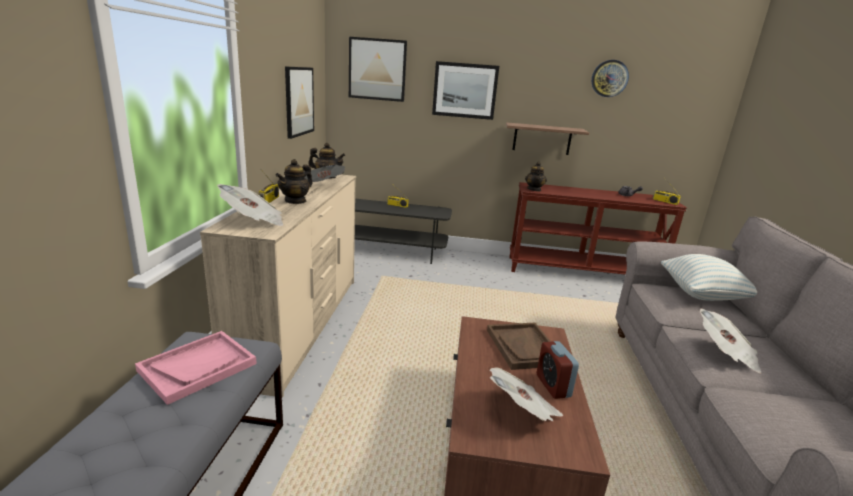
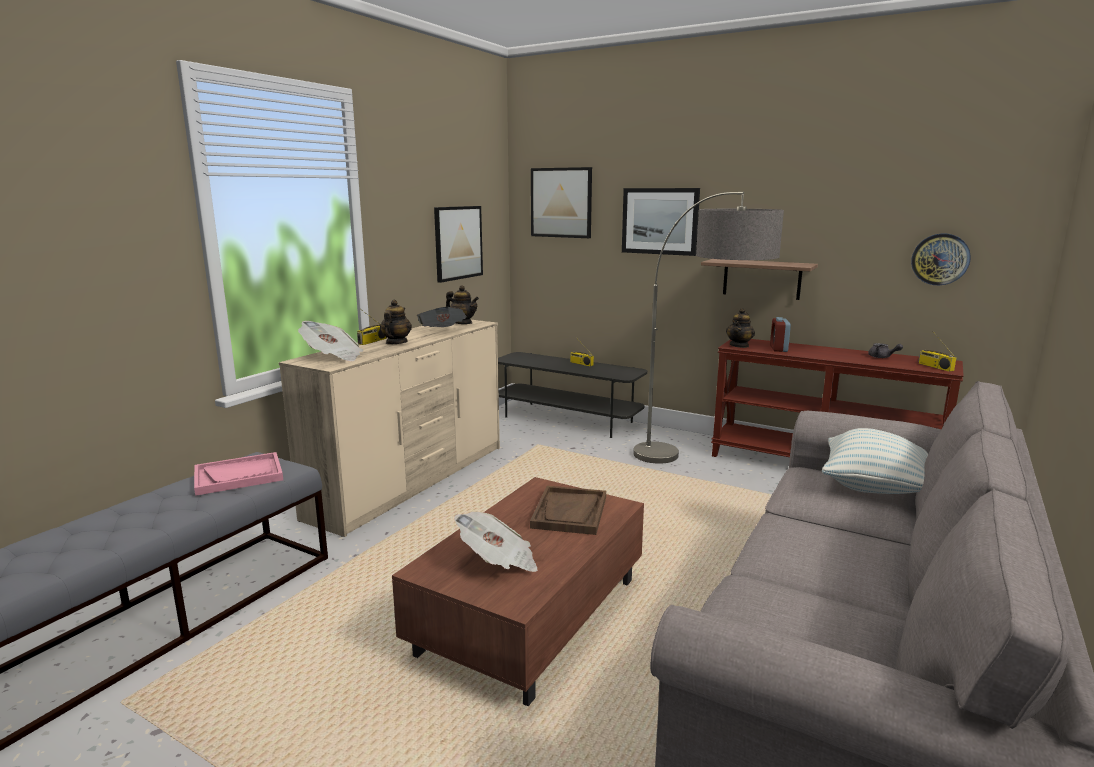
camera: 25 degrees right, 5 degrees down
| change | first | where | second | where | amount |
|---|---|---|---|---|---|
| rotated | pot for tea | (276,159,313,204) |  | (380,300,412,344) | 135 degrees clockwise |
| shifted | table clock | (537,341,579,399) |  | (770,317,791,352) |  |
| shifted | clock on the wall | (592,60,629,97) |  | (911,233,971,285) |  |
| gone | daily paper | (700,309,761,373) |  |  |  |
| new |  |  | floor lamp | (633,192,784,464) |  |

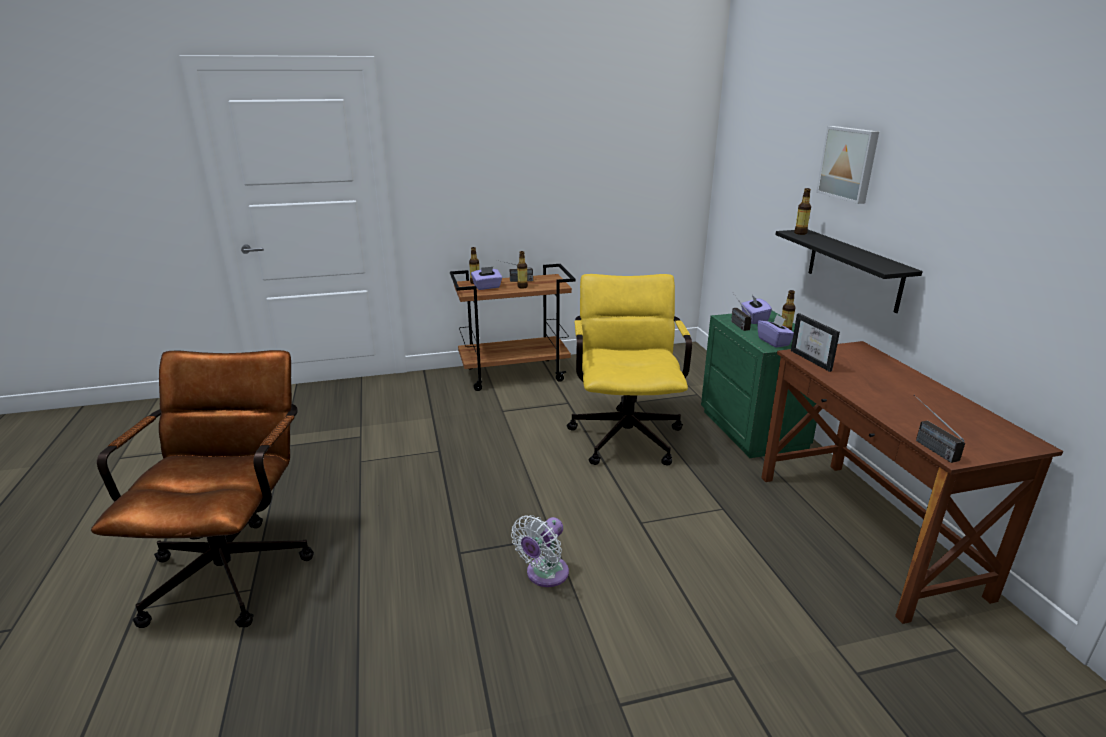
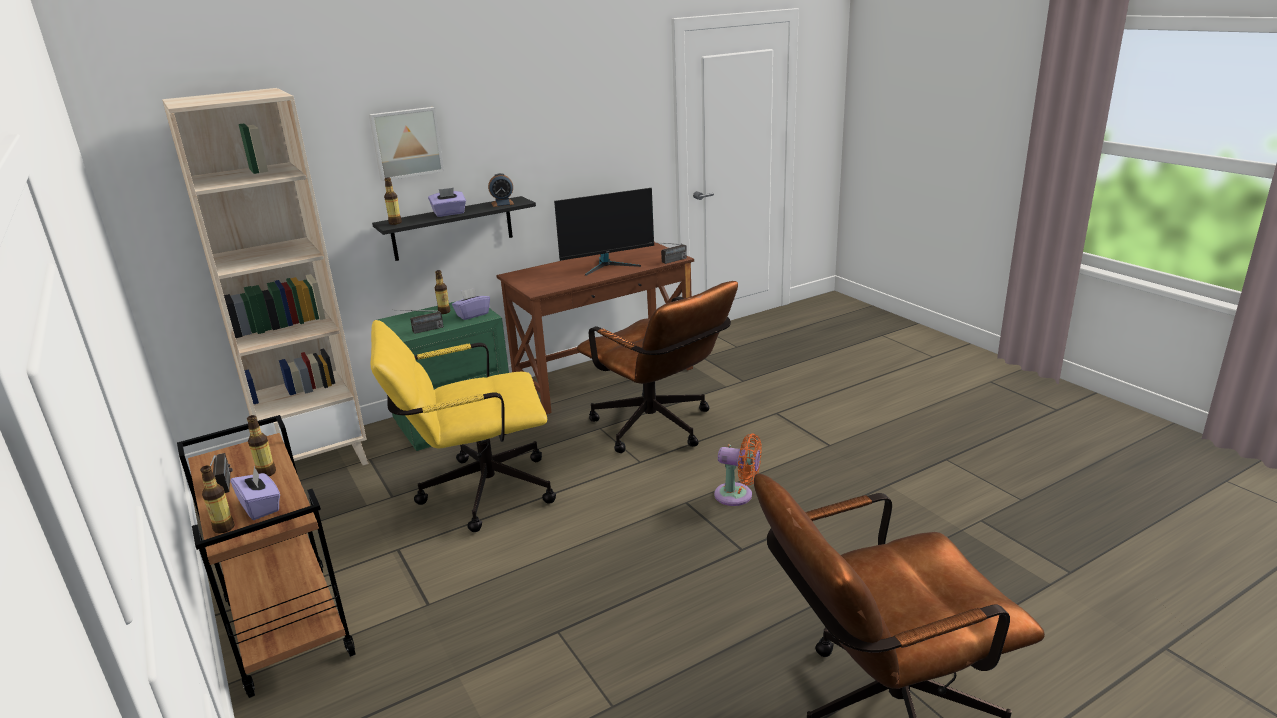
camera: 105 degrees left, 0 degrees up
| change | first | where | second | where | amount |
|---|---|---|---|---|---|
| repainted | whitish cooling fan | (511,515,569,587) | orange-coloured cooling fan | (714,433,762,506) |  |
| shifted | purple-coloured tissue holder | (741,295,772,324) |  | (428,188,466,217) |  |
| gone | standing frame | (791,313,840,372) |  |  |  |
| new |  |  | sand-coloured bookcase | (162,88,369,465) |  |
| new |  |  | table clock | (488,173,514,207) |  |
| new |  |  | computer screen | (554,188,654,276) |  |
| new |  |  | brown computer chair | (577,281,738,453) |  |

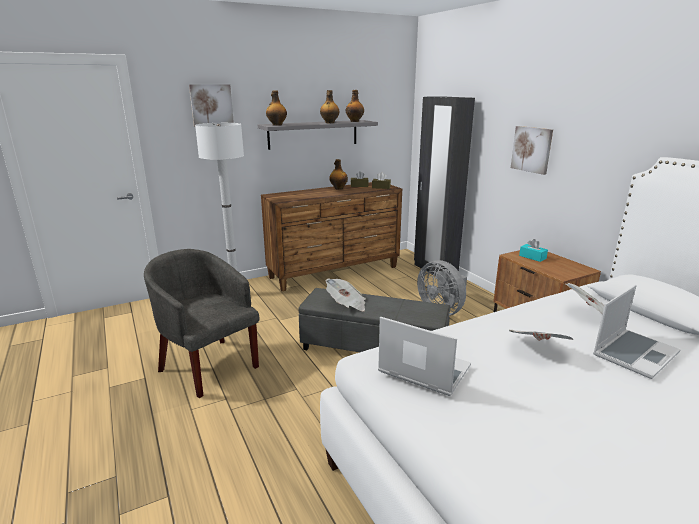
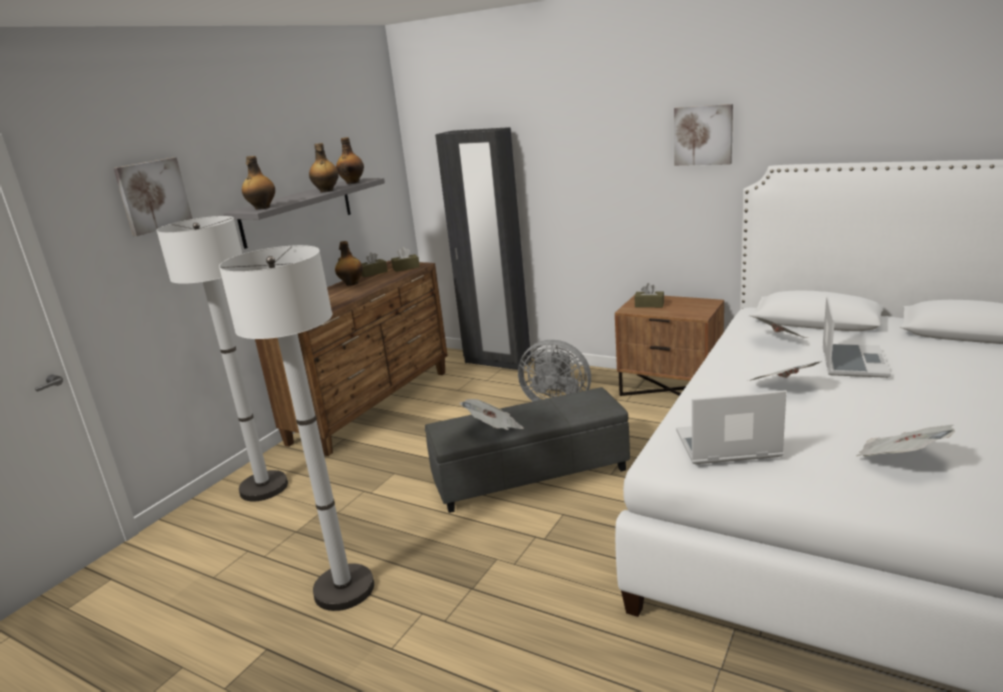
camera: 30 degrees left, 0 degrees up
| change | first | where | second | where | amount |
|---|---|---|---|---|---|
| swapped | greyish easy chair | (144,249,260,398) | whitish floor lamp | (219,245,374,611) |  |
| shifted | picture | (511,126,553,175) |  | (674,104,733,166) |  |
| repainted | blue-green tissue holder | (519,239,548,262) | brown tissue holder | (634,283,664,308) |  |
| new |  |  | daily paper | (856,425,955,456) |  |

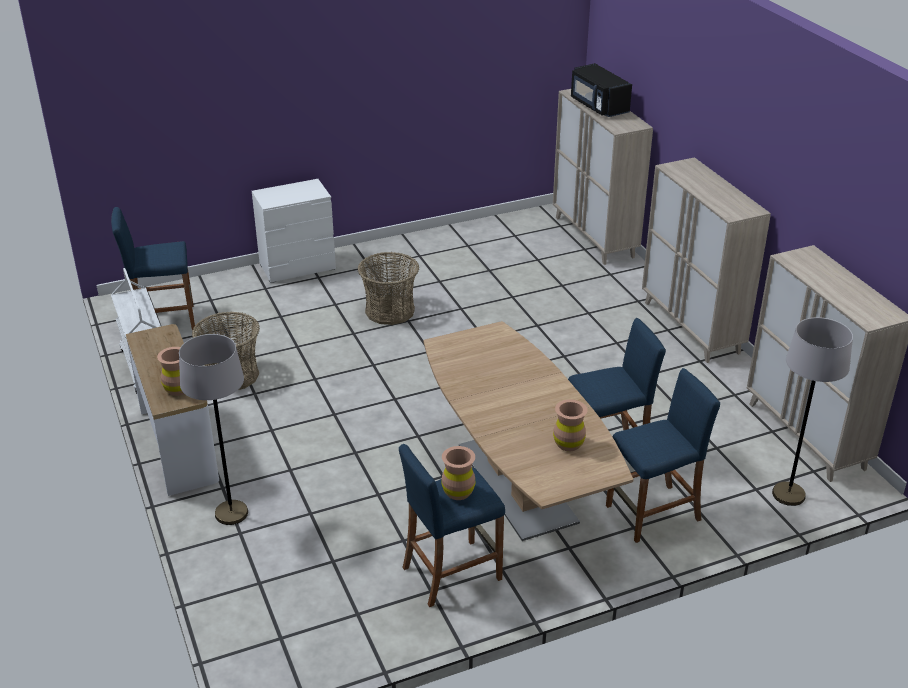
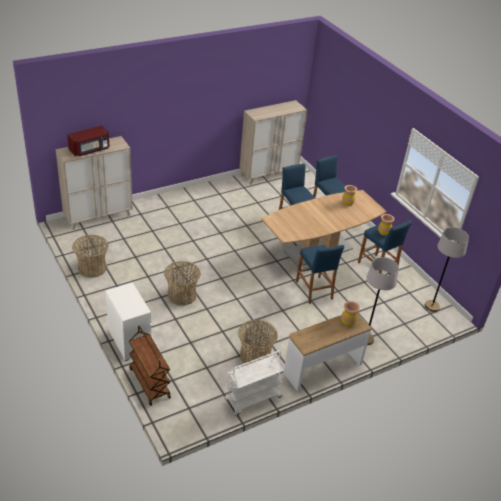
camera: 100 degrees left, 5 degrees up
| change | first | where | second | where | amount |
|---|---|---|---|---|---|
| shifted | blue sitting stool | (111,207,195,331) |  | (296,245,344,304) |  |
| repainted | black-coloured kitchen microwave | (571,63,632,117) | reddish kitchen microwave | (67,125,110,156) |  |
| gone | sand-coloured cupboard | (642,157,771,363) |  |  |  |
| shifted | greyish floor lamp | (772,317,853,506) |  | (425,227,469,312) |  |
| new |  |  | basket | (72,235,108,278) |  |
| new |  |  | brown cart | (129,326,171,406) |  |

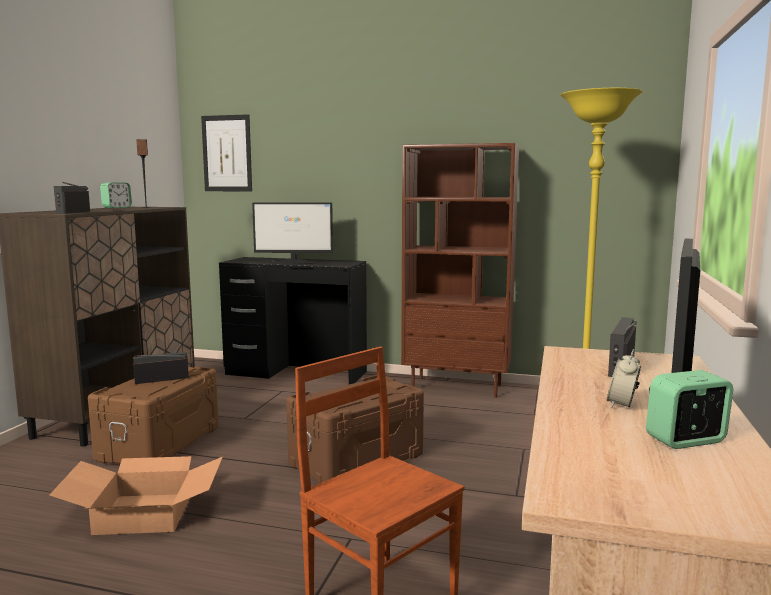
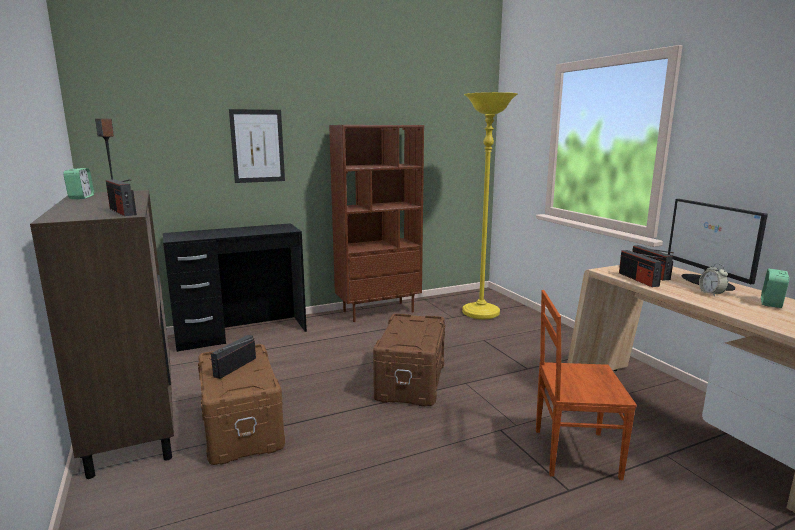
camera: 40 degrees left, 5 degrees up
| change | first | where | second | where | amount |
|---|---|---|---|---|---|
| gone | cardboard box | (50,456,223,535) |  |  |  |
| shifted | picture | (201,114,252,191) |  | (229,109,285,183) |  |
| gone | computer screen | (252,202,333,264) |  |  |  |
| new |  |  | radio receiver | (619,250,663,287) |  |

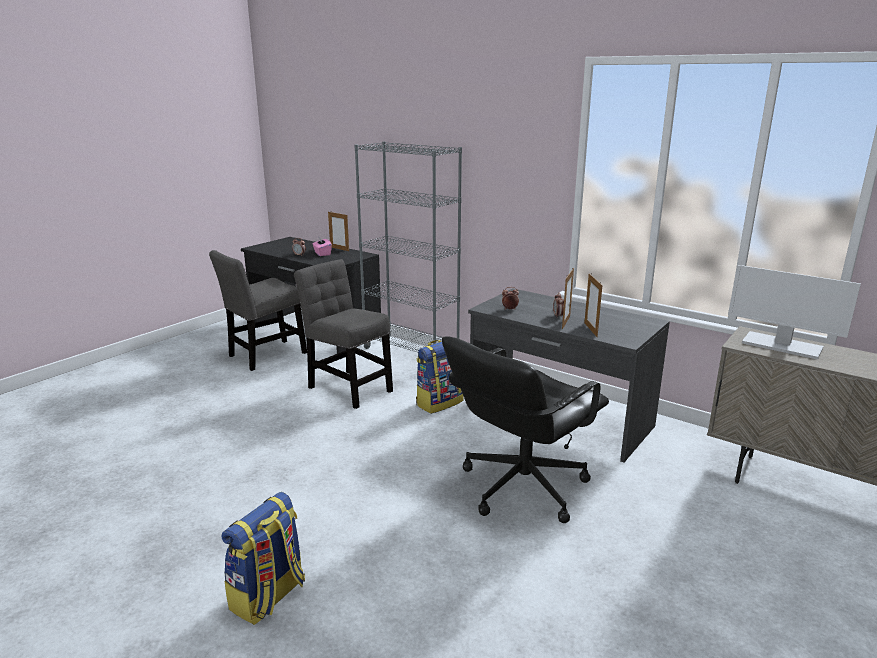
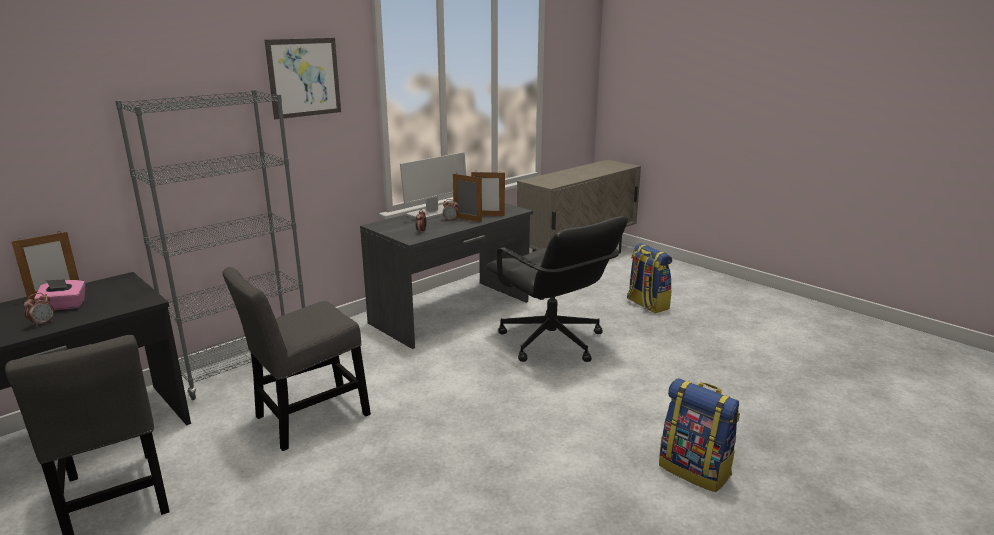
camera: 80 degrees left, 0 degrees up
| change | first | where | second | where | amount |
|---|---|---|---|---|---|
| shifted | backpack | (416,340,464,414) |  | (627,243,672,313) |  |
| shifted | computer screen | (728,265,861,360) |  | (400,152,466,219) |  |
| new |  |  | picture | (265,38,341,119) |  |

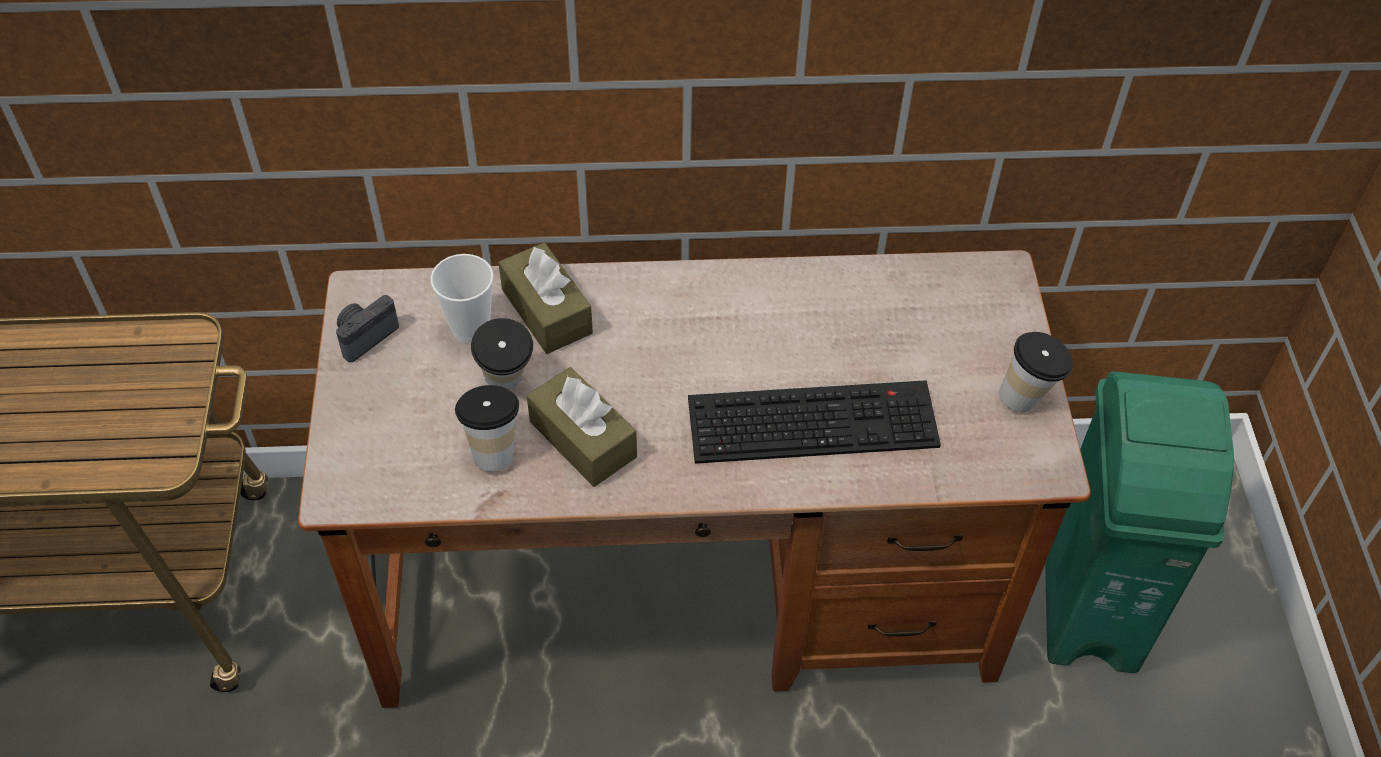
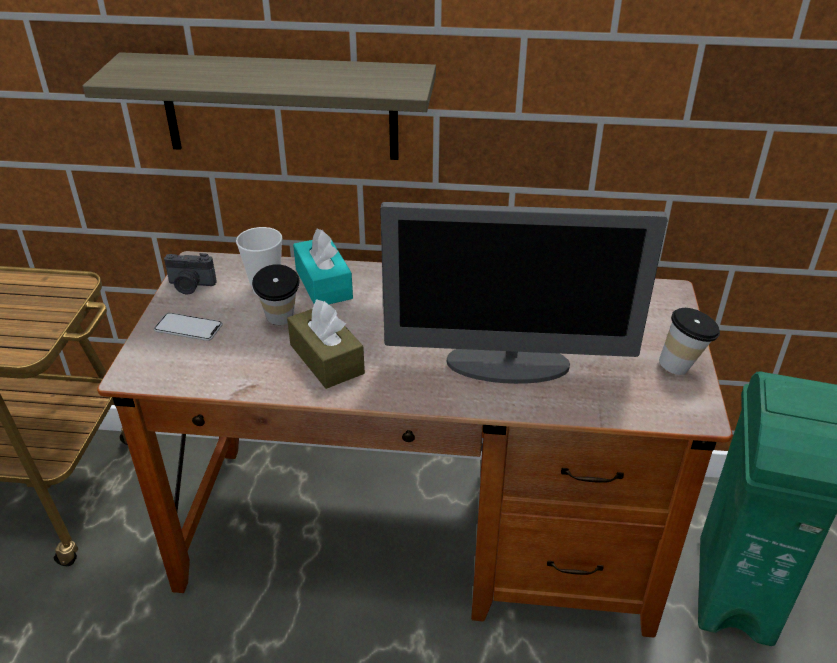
camera: 10 degrees right, 15 degrees down
| change | first | where | second | where | amount |
|---|---|---|---|---|---|
| rotated | photo camera | (336,295,399,363) |  | (164,253,217,295) | 135 degrees counterclockwise |
| gone | drinking cup | (455,385,519,472) |  |  |  |
| repainted | brown tissue holder | (498,243,593,354) | blue-green tissue holder | (293,228,353,304) |  |
| swapped | PC keyboard | (688,380,941,464) | computer screen | (380,202,668,384) |  |
| new |  |  | wall shelf | (83,52,436,160) |  |
| new |  |  | telephone | (154,313,223,341) |  |

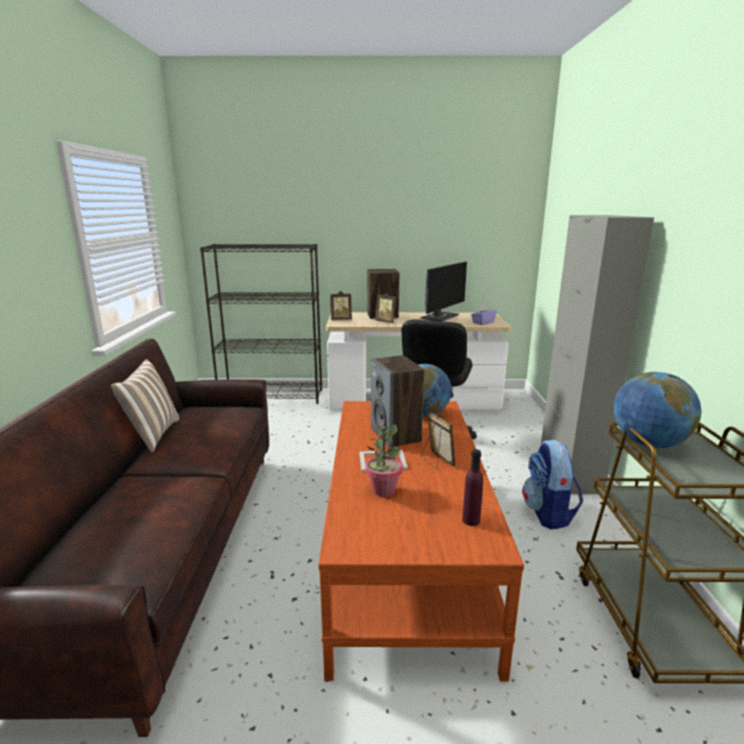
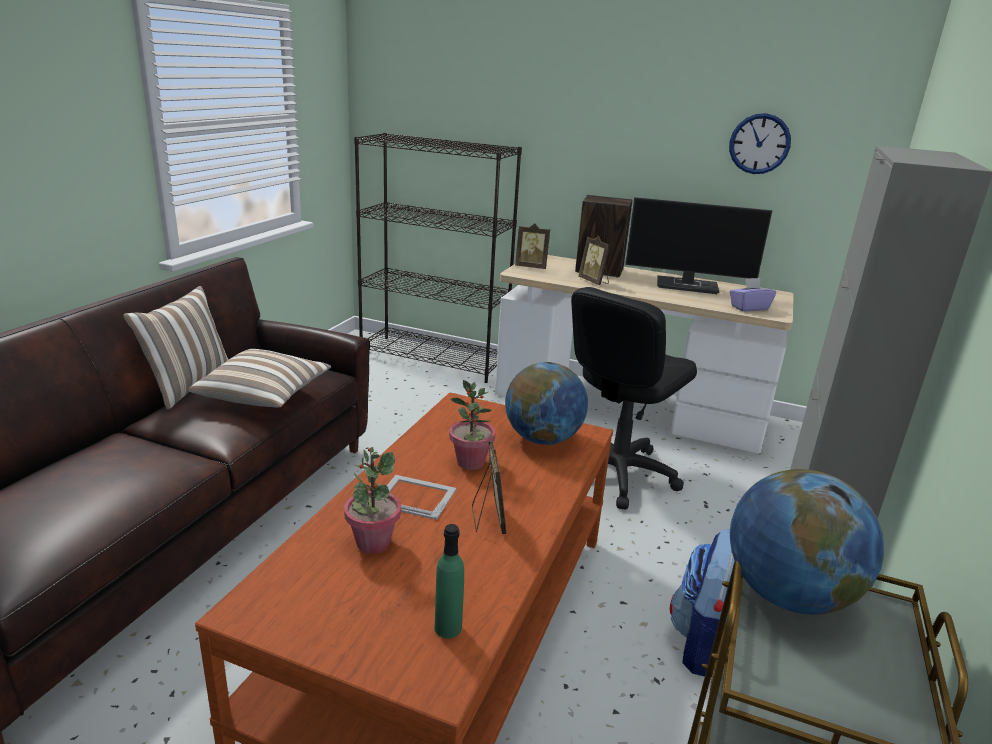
camera: 20 degrees right, 5 degrees up
| change | first | where | second | where | amount |
|---|---|---|---|---|---|
| swapped | speaker | (371,355,424,448) | plant in a pot | (449,380,496,470) |  |
| rotated | computer screen | (420,261,467,321) |  | (625,197,772,294) | 45 degrees clockwise |
| repainted | purple-coloured drink bottle | (462,449,483,526) | greenish drink bottle | (435,524,464,639) |  |
| new |  |  | throw pillow | (188,349,332,408) |  |
| new |  |  | clock on the wall | (729,113,791,174) |  |

